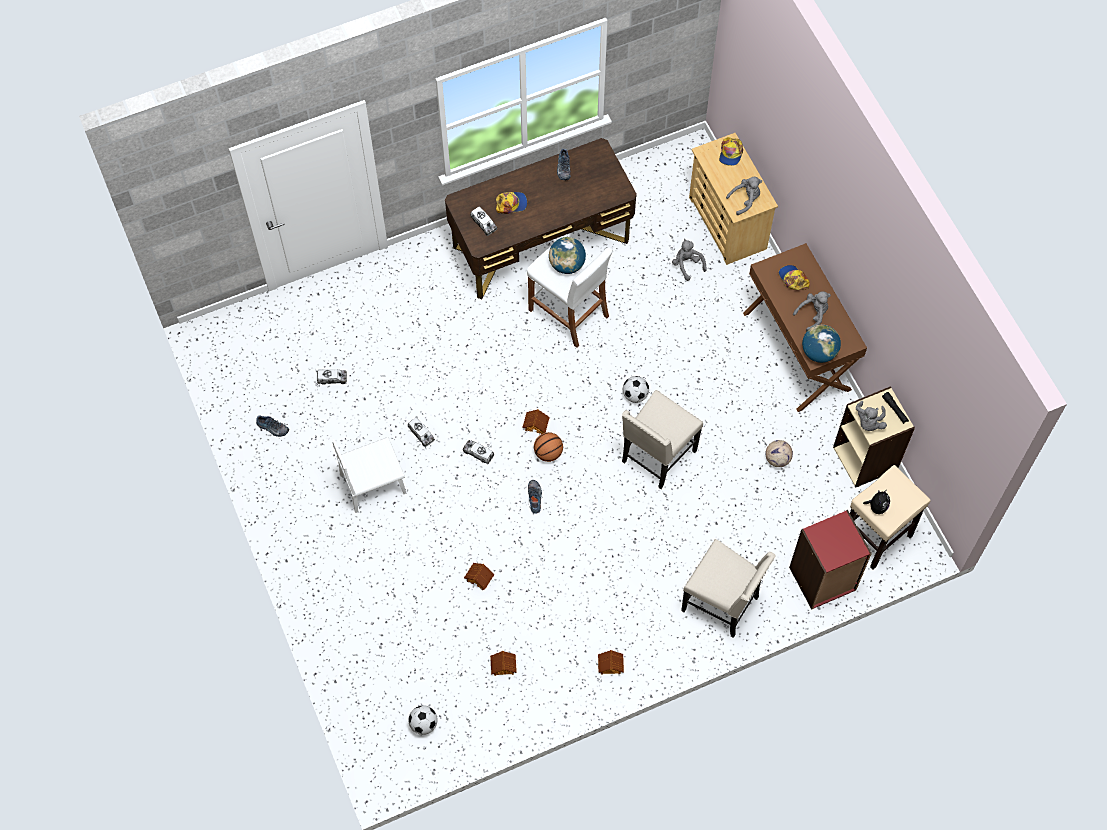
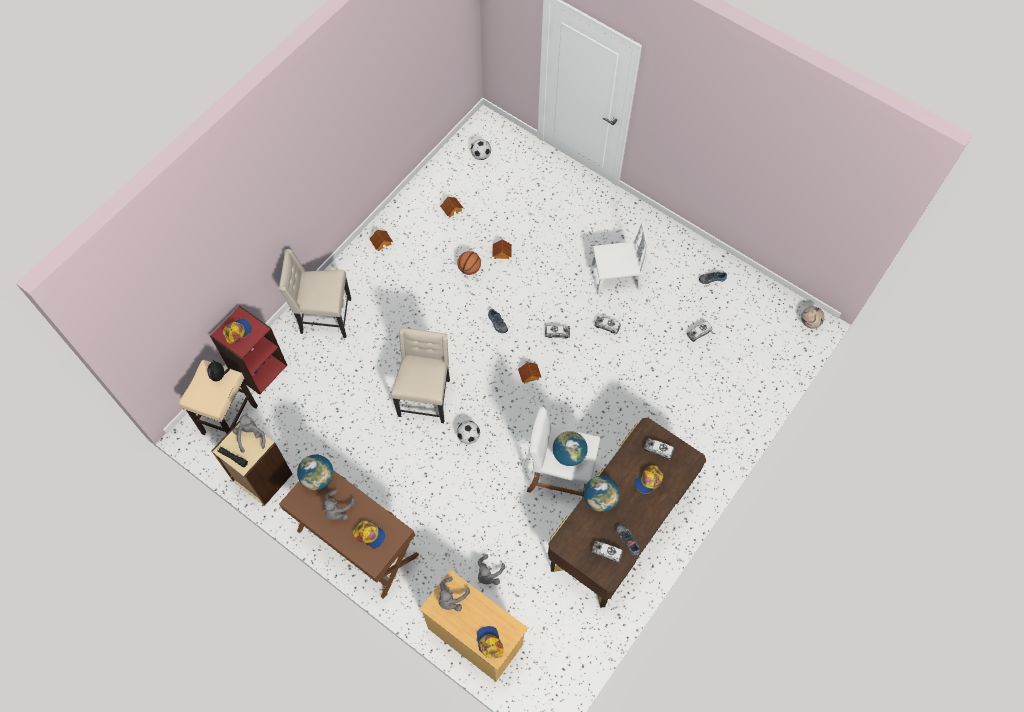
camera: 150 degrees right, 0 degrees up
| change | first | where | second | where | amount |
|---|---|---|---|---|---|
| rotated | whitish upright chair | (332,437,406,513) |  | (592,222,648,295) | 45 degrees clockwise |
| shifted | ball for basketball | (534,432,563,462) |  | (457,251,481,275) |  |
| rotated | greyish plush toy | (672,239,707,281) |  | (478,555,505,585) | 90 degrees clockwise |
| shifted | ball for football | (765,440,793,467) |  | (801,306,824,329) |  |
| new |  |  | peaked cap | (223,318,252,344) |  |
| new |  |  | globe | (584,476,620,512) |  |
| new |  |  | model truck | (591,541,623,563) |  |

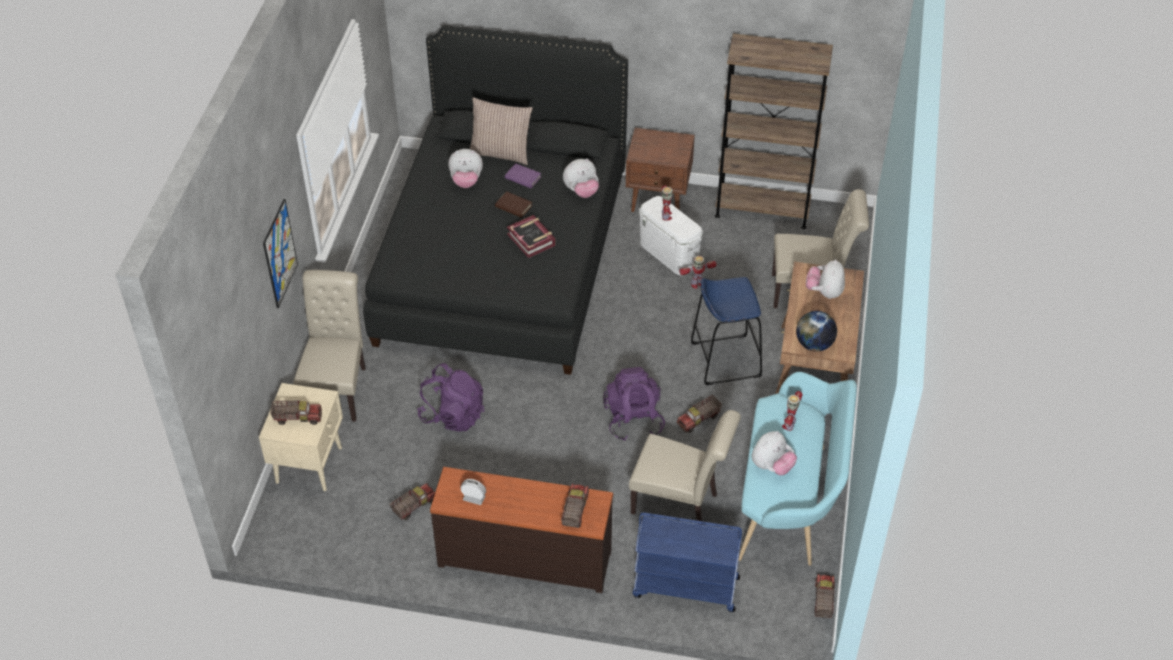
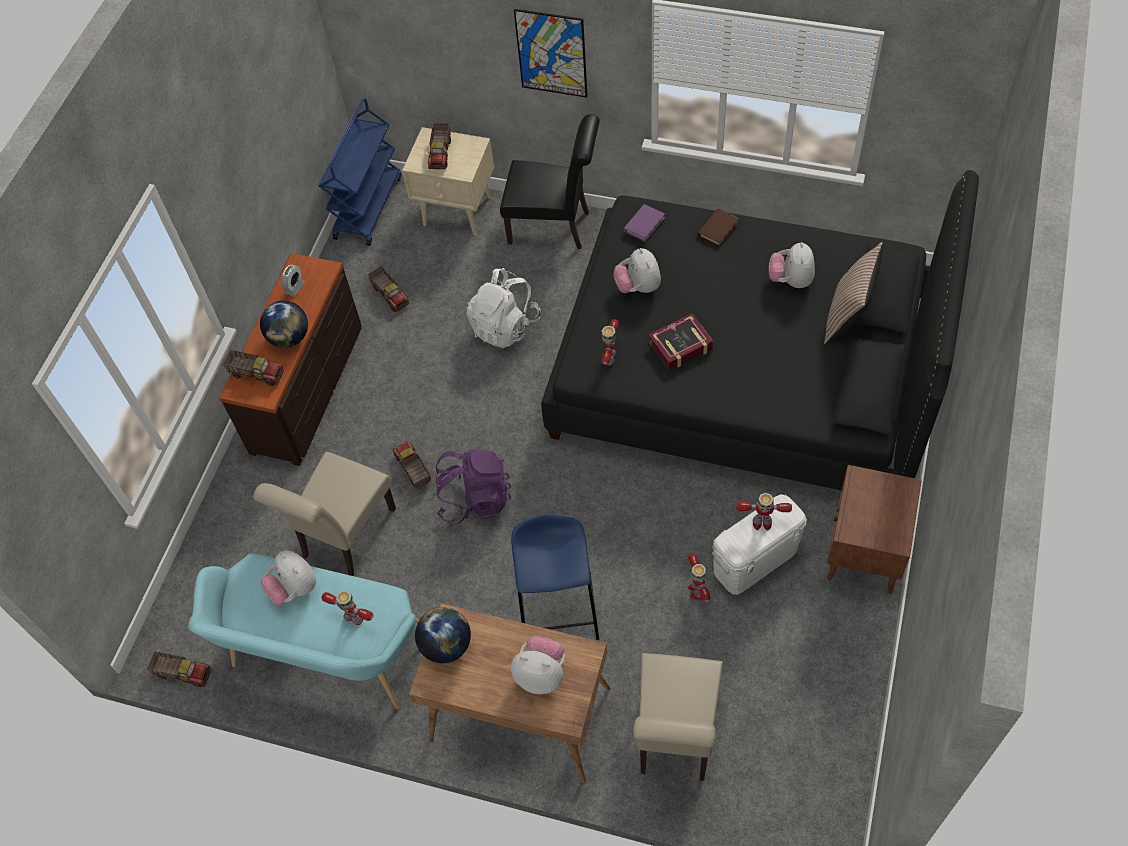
camera: 100 degrees right, 10 degrees up
| change | first | where | second | where | amount |
|---|---|---|---|---|---|
| repainted | sand-coloured upright chair | (293,270,366,422) | black-coloured upright chair | (500,114,600,249) |  |
| repainted | purple-coloured backpack | (417,363,484,431) | whitish backpack | (466,268,541,348) |  |
| shifted | brown volume | (495,191,533,218) |  | (697,209,739,247) |  |
| shifted | purple-coloured volume | (505,163,541,188) |  | (623,204,665,242) |  |
| shifted | plush toy | (563,159,599,198) |  | (613,248,661,293) |  |
| shifted | blue cart | (633,513,742,612) |  | (319,98,402,246) |  |
| shifted | model truck | (677,395,722,433) |  | (393,441,431,488) |  |
| gone | brown bookcase | (715,33,833,229) |  |  |  |
| new |  |  | globe | (260,301,308,348) |  |
| new |  |  | robot figure | (601,319,619,366) |  |

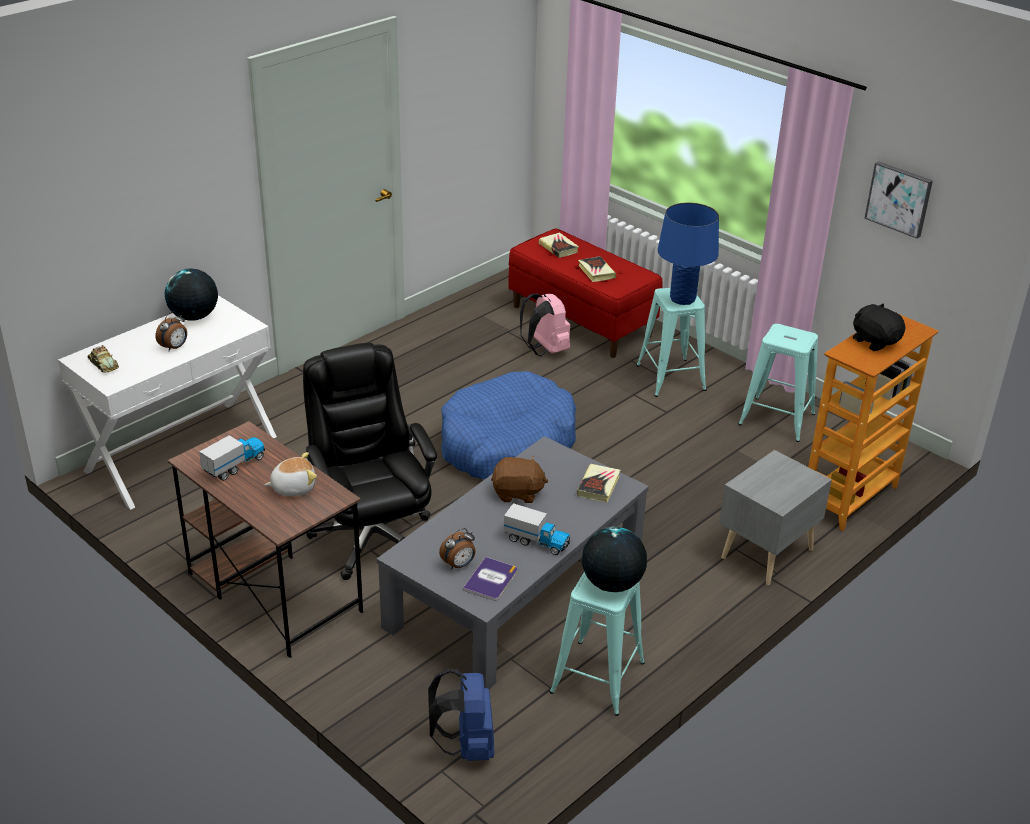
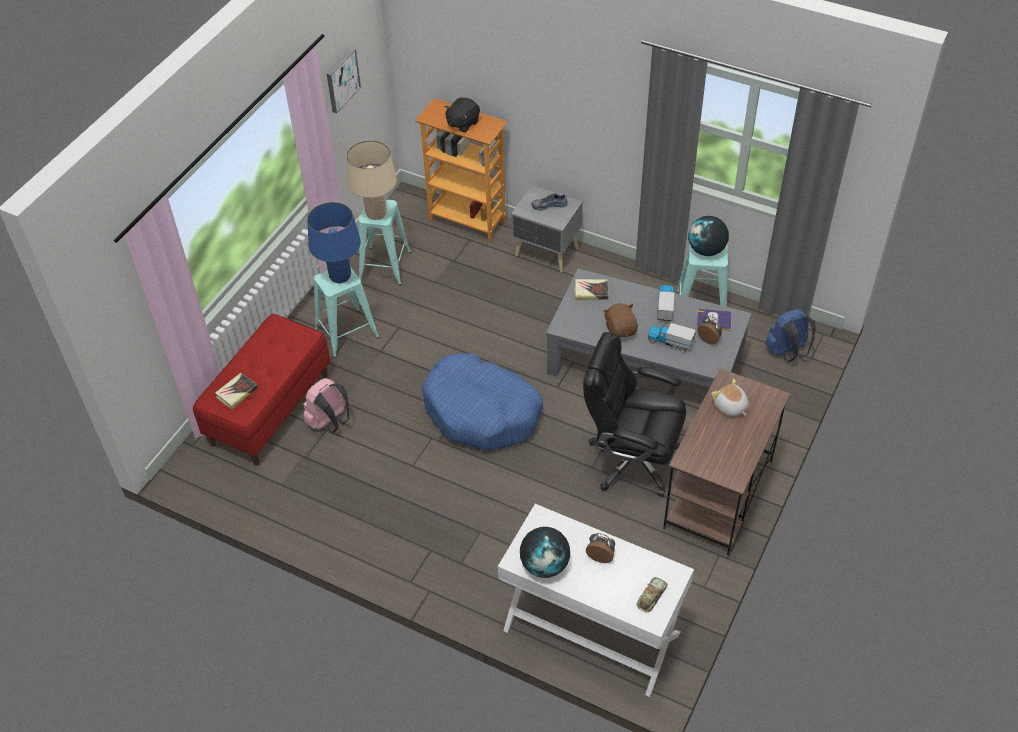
camera: 105 degrees left, 15 degrees up
| change | first | where | second | where | amount |
|---|---|---|---|---|---|
| shifted | model truck | (199,435,265,481) |  | (648,323,696,352) |  |
| rotated | black-coloured computer chair | (303,343,437,580) |  | (583,332,686,497) | 60 degrees clockwise |
| gone | volume | (578,256,616,282) |  |  |  |
| new |  |  | sand-coloured lamp for a table | (347,141,397,220) |  |
| new |  |  | item of footwear | (531,193,568,210) |  |

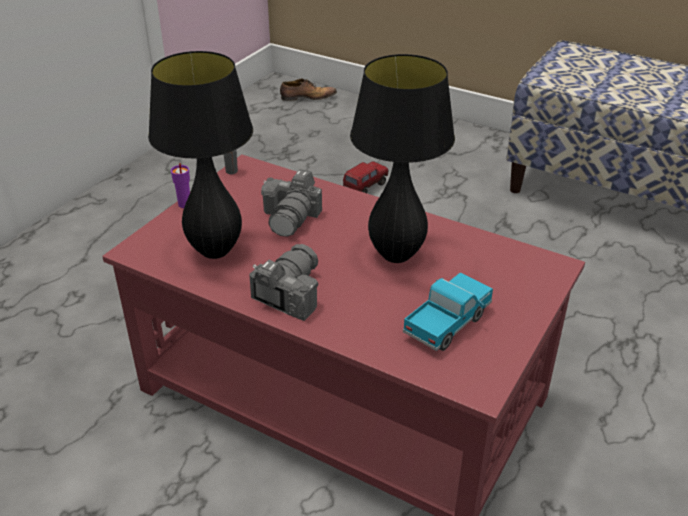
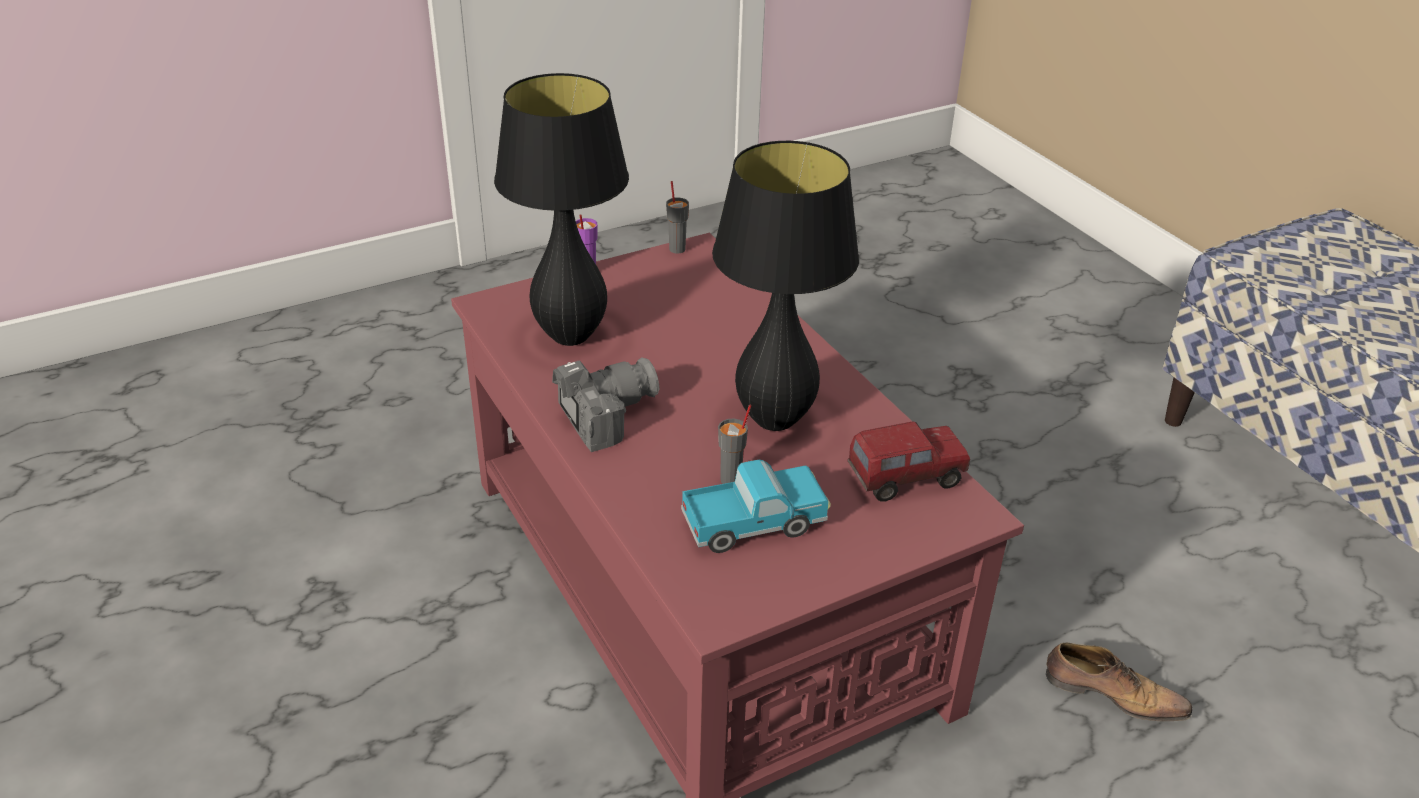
camera: 30 degrees right, 0 degrees up
| change | first | where | second | where | amount |
|---|---|---|---|---|---|
| gone | photo camera | (261,169,322,237) |  |  |  |
| shifted | item of footwear | (280,78,337,101) |  | (1046,643,1192,721) |  |
| shifted | model truck | (343,161,388,193) |  | (848,422,970,501) |  |
| new |  |  | greyish drinking cup | (718,405,751,484) |  |

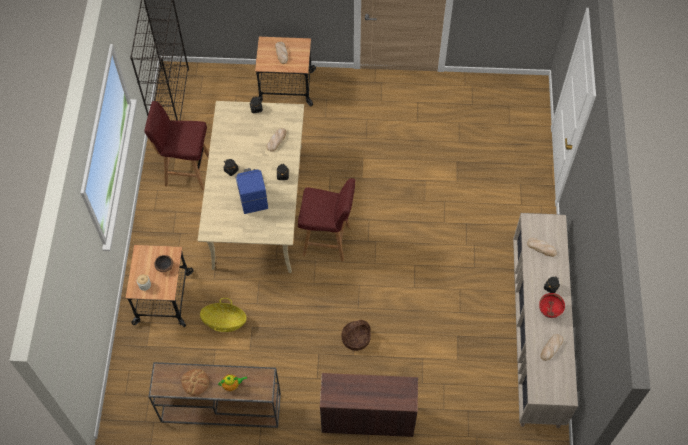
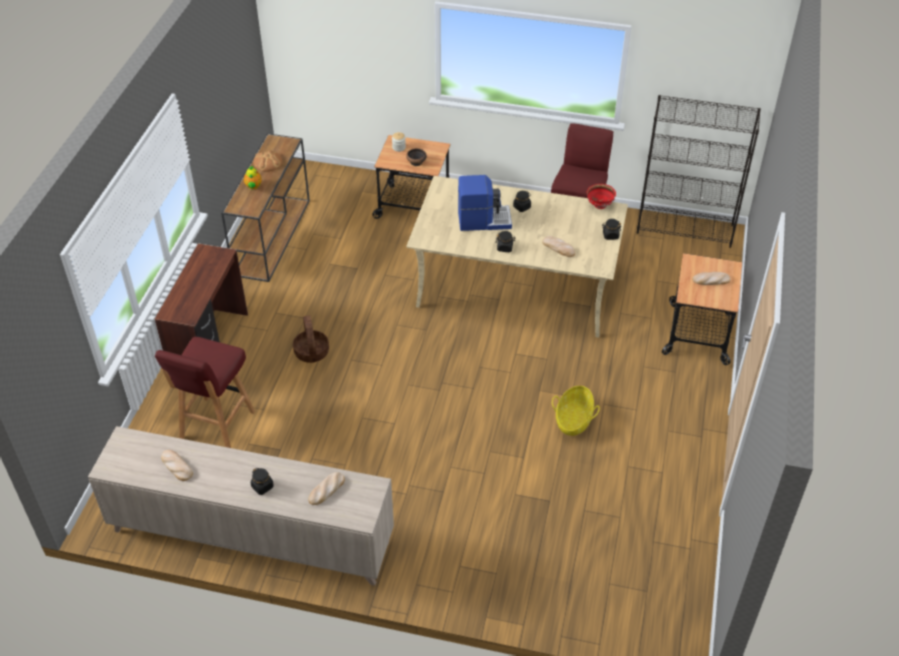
camera: 100 degrees right, 15 degrees down
| change | first | where | second | where | amount |
|---|---|---|---|---|---|
| shifted | basket | (200,298,246,332) |  | (552,386,600,436) |  |
| shifted | reddish sitting stool | (298,178,355,261) |  | (155,337,255,448) |  |
| shifted | reddish deep dish | (539,293,565,318) |  | (587,184,616,209) |  |

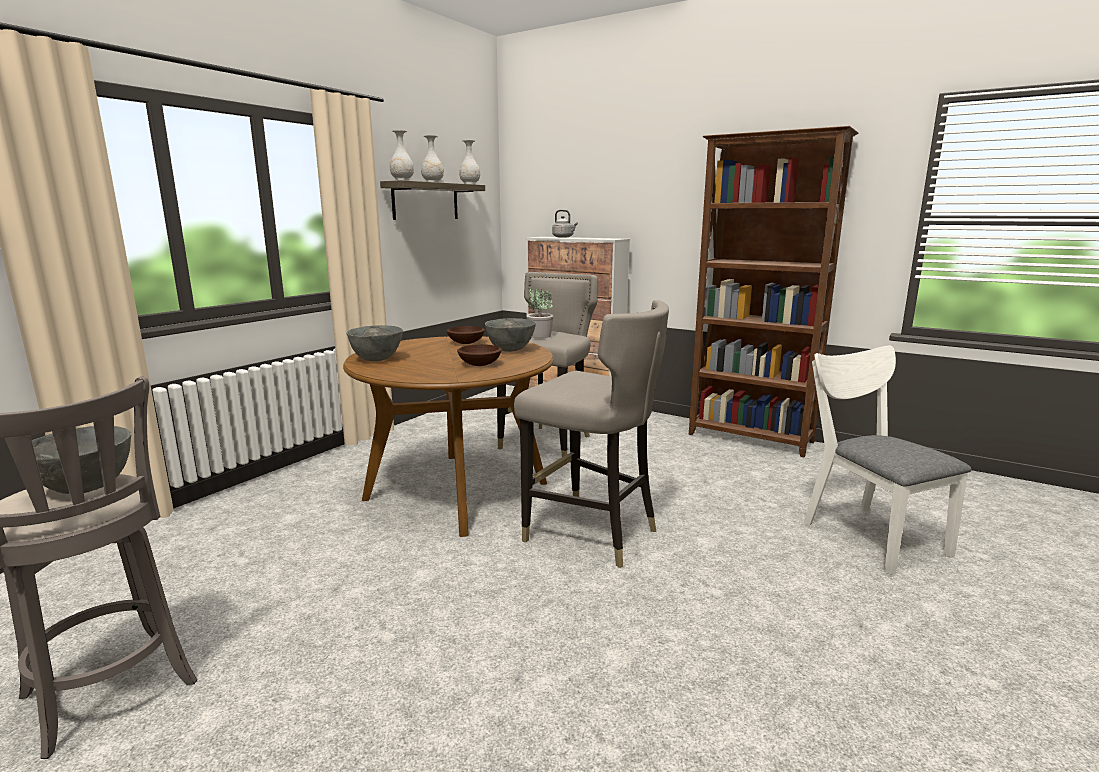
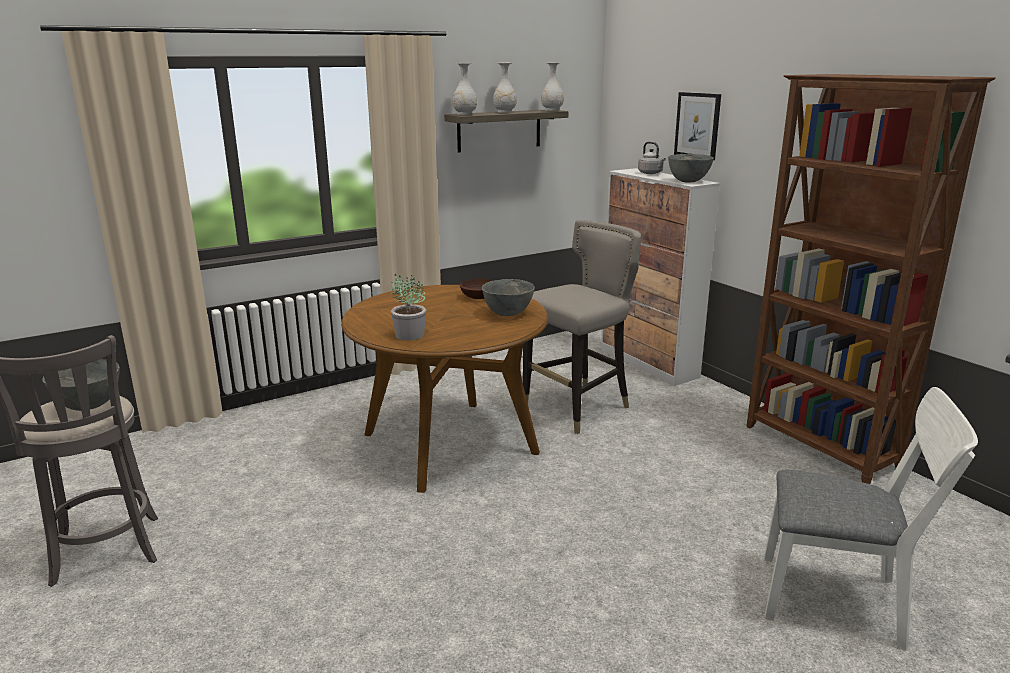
camera: 25 degrees right, 5 degrees up
| change | first | where | second | where | amount |
|---|---|---|---|---|---|
| shifted | greyish deep dish | (346,325,403,361) |  | (668,154,714,183) |  |
| gone | brown deep dish | (457,344,502,366) |  |  |  |
| gone | greyish sitting stool | (514,300,669,568) |  |  |  |
| shifted | plant in a pot | (526,288,554,338) |  | (391,273,426,340) |  |
| rotated | whitish upright chair | (804,346,972,575) |  | (764,387,978,650) | 105 degrees clockwise |
| new |  |  | picture | (674,92,721,160) |  |

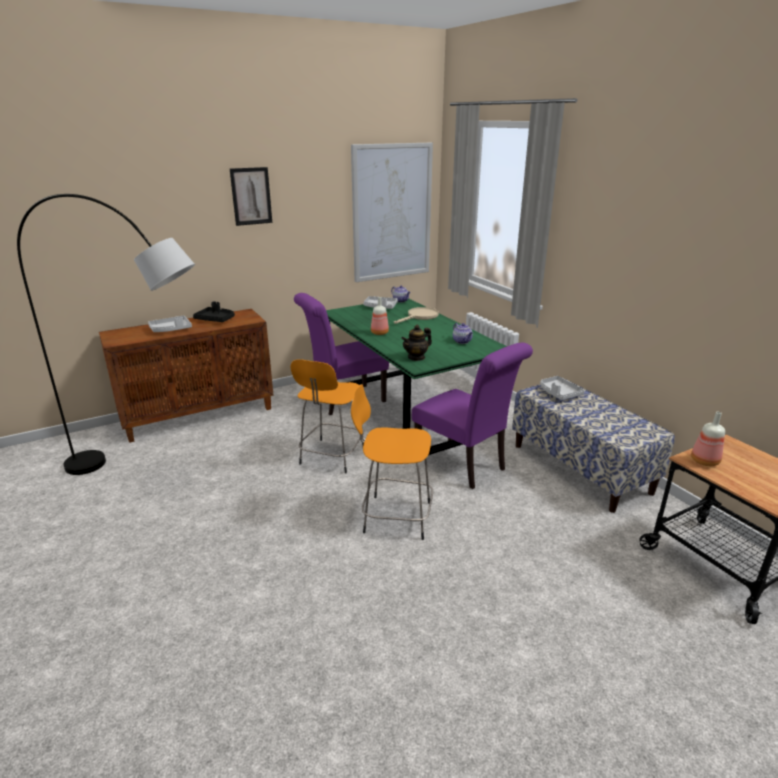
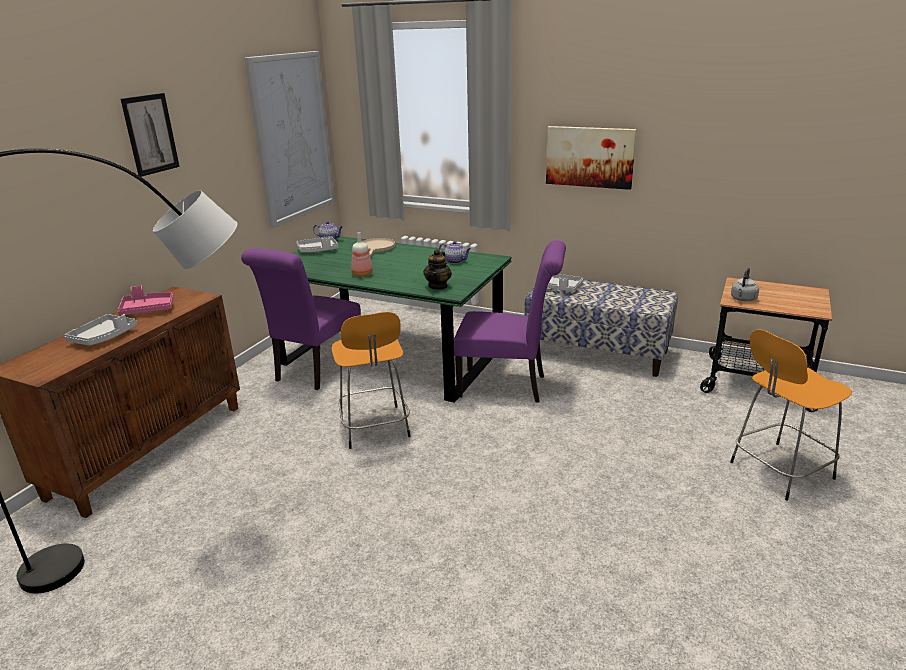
camera: 35 degrees left, 0 degrees up
| change | first | where | second | where | amount |
|---|---|---|---|---|---|
| repainted | black-coloured serving tray | (193,301,235,322) | pinkish serving tray | (118,286,174,316) |  |
| shifted | orange-coloured sitting stool | (351,384,433,540) |  | (730,330,852,501) |  |
| swapped | drink bottle | (691,412,725,466) | greyish kettle | (731,268,759,302) |  |
| new |  |  | picture | (546,126,637,190) |  |

